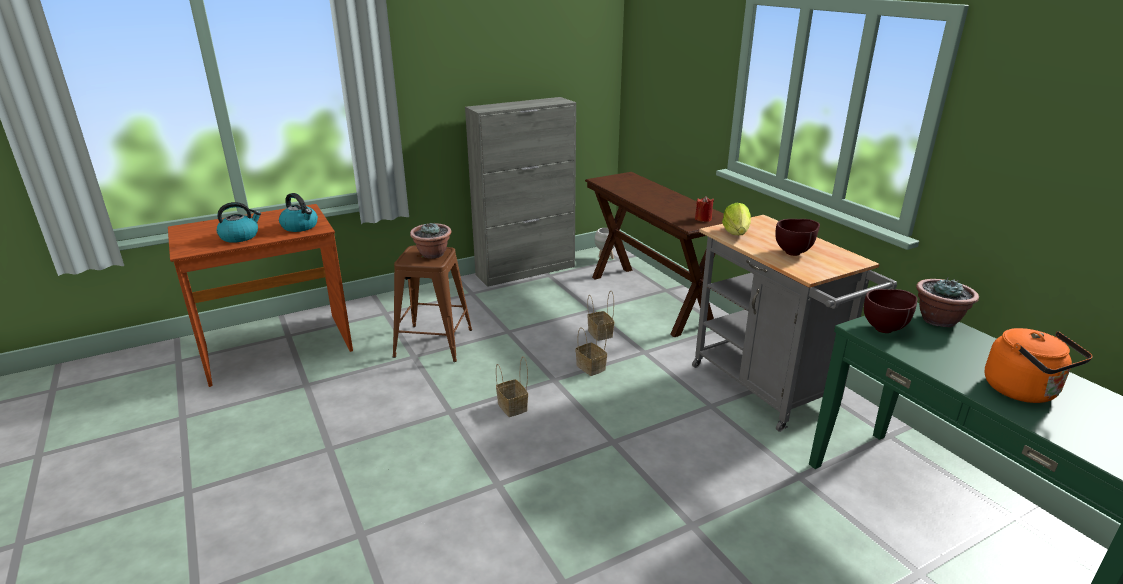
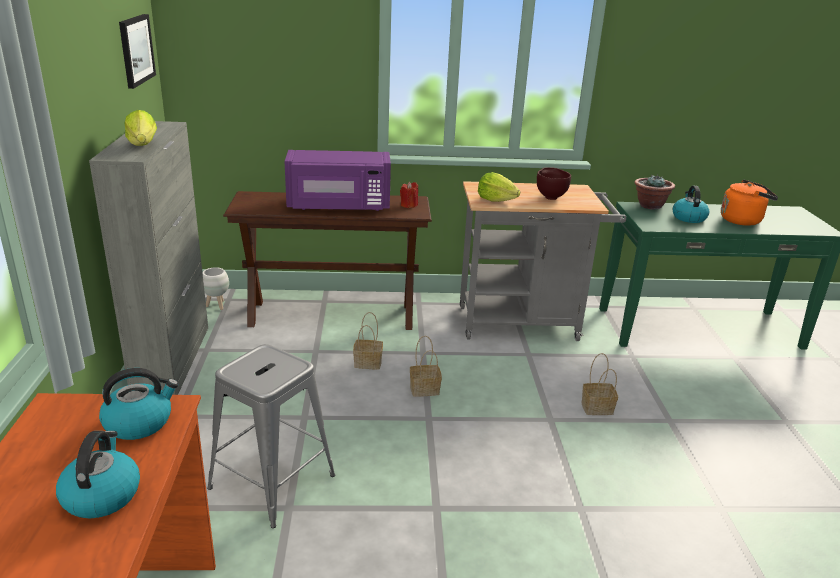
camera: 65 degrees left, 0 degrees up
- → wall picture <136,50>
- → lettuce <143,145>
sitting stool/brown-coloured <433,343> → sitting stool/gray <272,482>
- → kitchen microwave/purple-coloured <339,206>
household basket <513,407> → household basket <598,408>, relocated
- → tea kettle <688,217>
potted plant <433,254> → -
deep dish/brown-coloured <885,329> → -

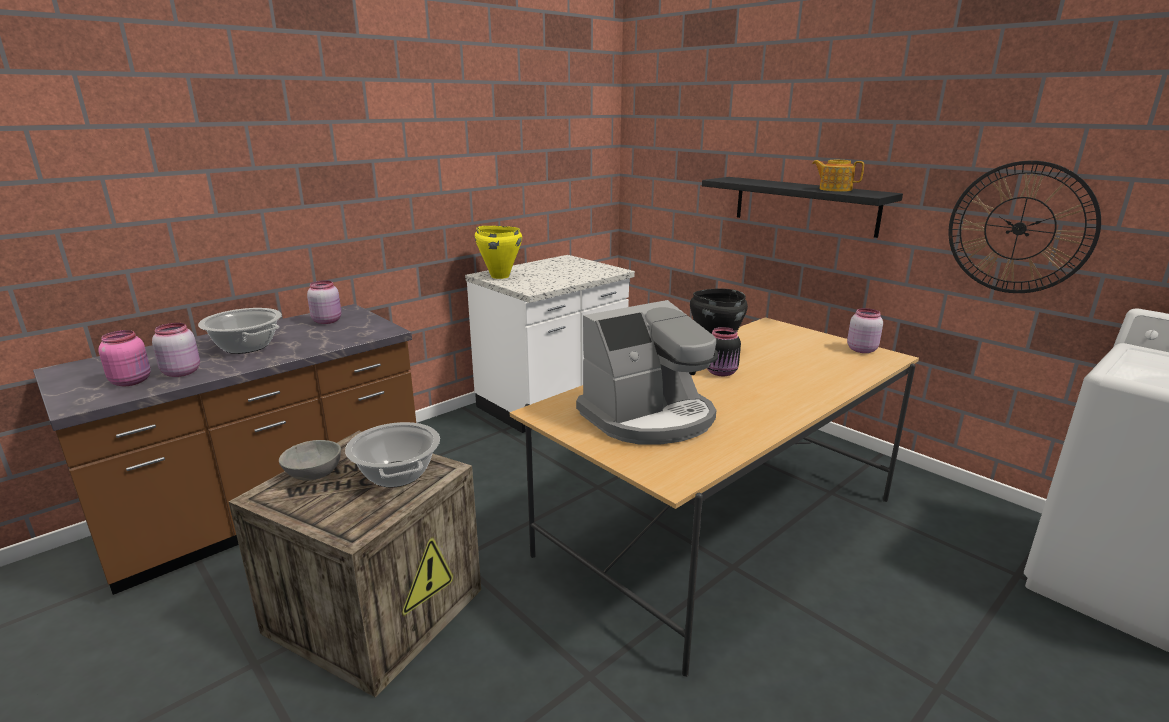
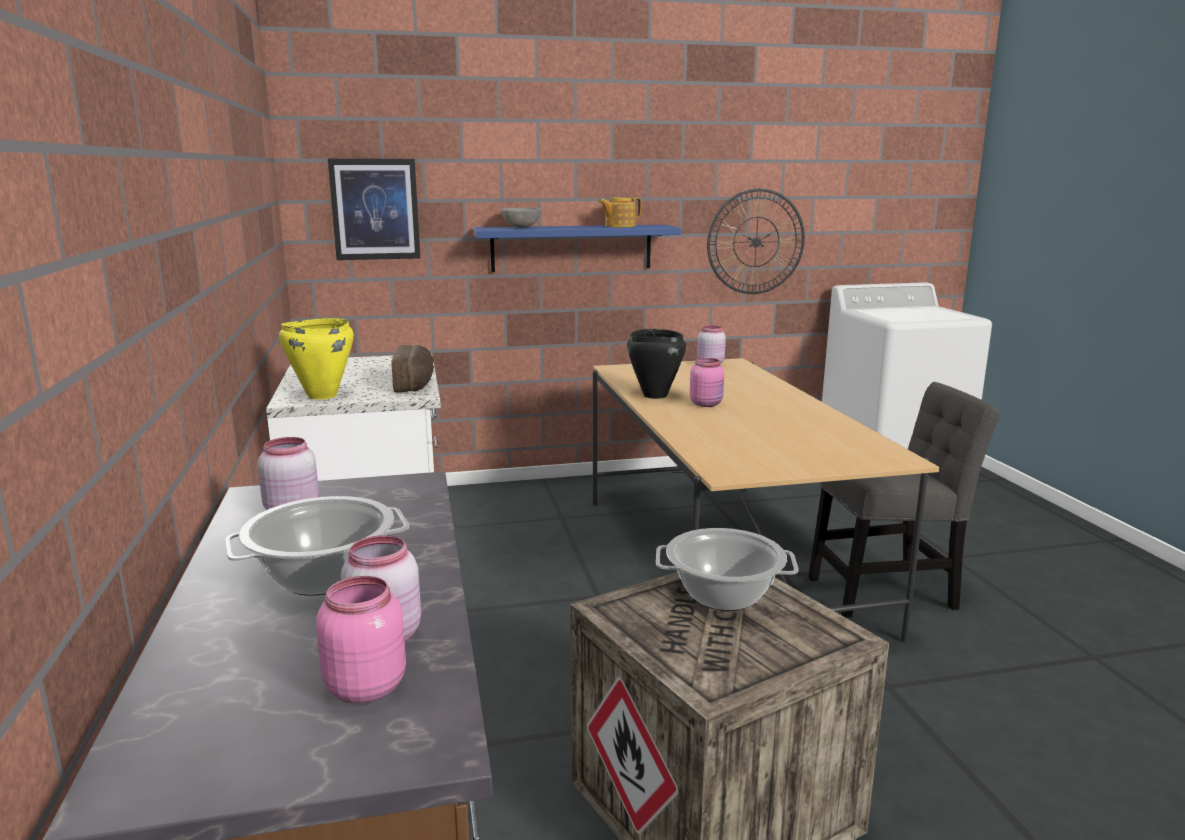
camera: 60 degrees left, 5 degrees down
- → wall picture <375,209>
- → bread <415,384>
shelf/black <804,205> → shelf/blue-coloured <571,248>
deep dish/gray <314,476> → deep dish/gray <522,227>, relocated
preserve jar/black <722,372> → preserve jar/pinkish <707,404>
- → chair/gray <888,591>
coffee brewer <649,417> → -

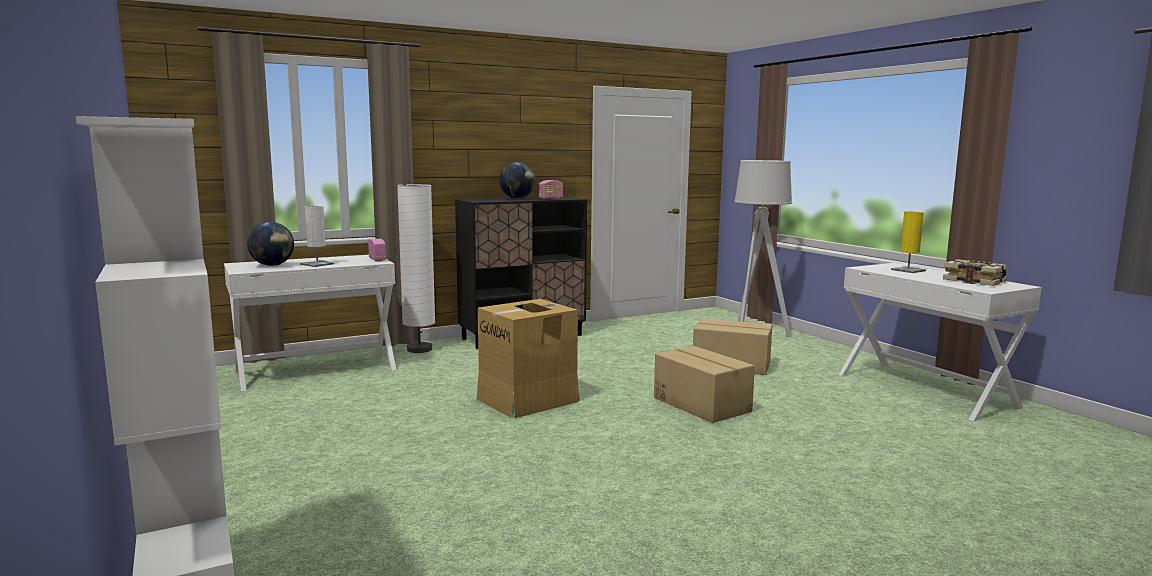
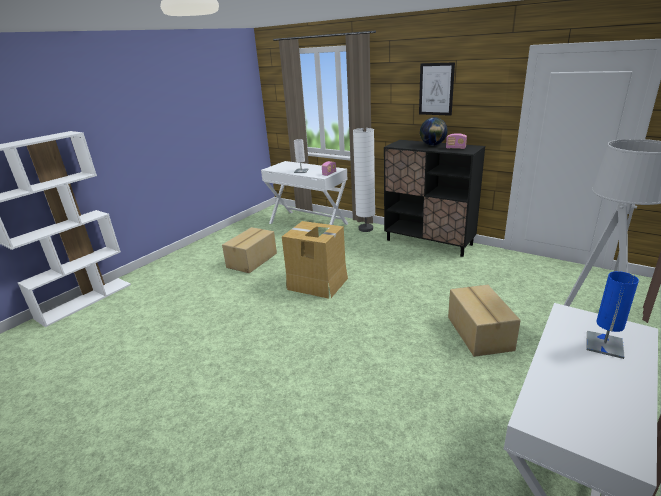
camera: 65 degrees right, 15 degrees up
carton <702,404> → carton <252,260>, relocated
- → wall picture <436,89>
table lamp/yellow <908,270> → table lamp/blue-coloured <604,345>
desk globe <272,265> → -
volume <974,281> → -

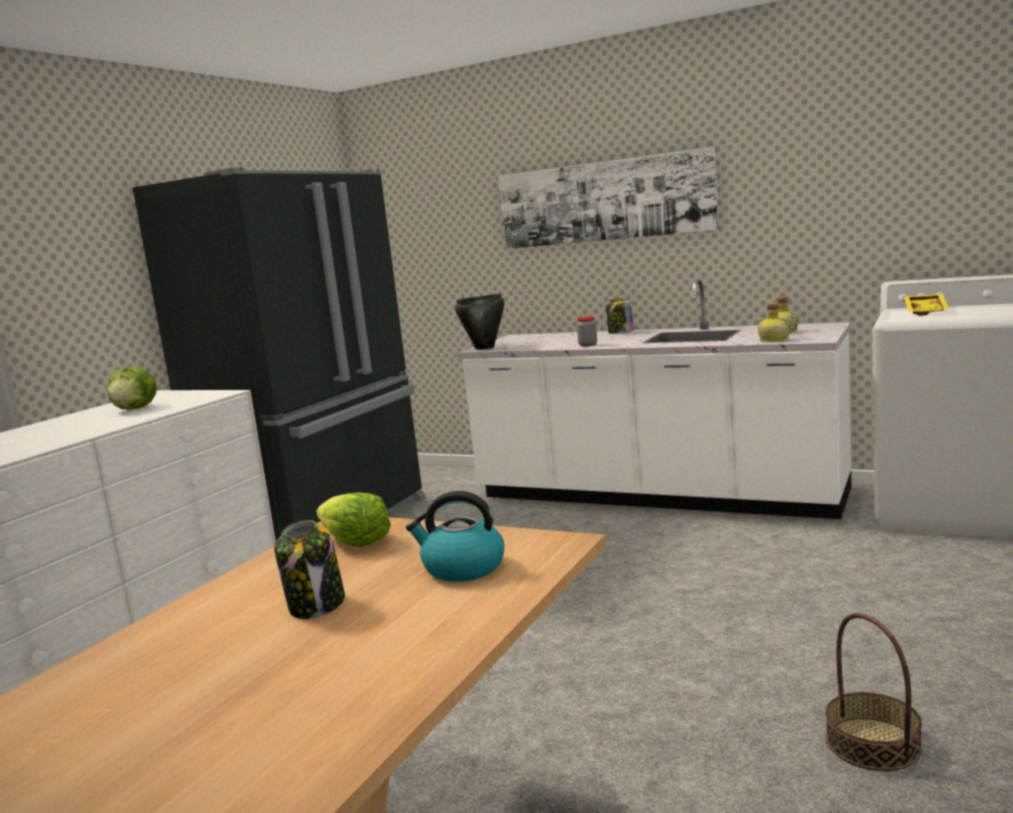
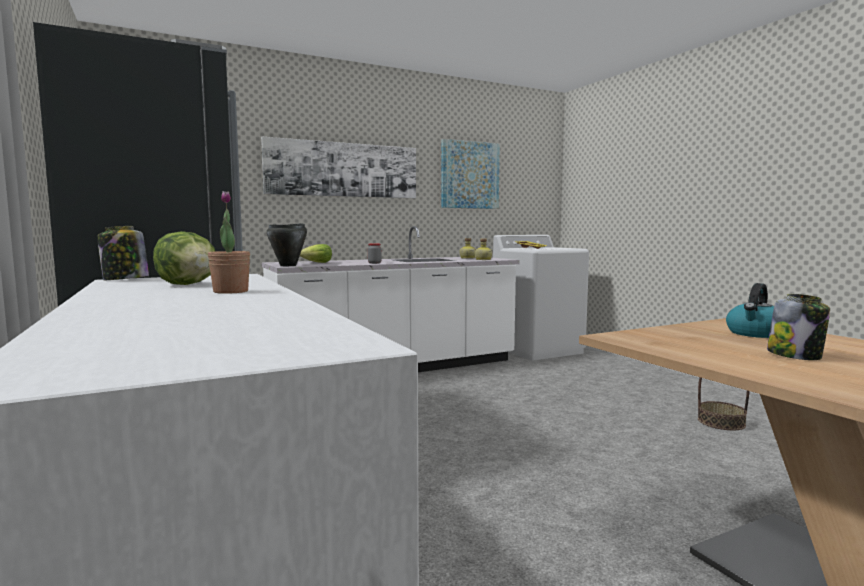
camera: 55 degrees left, 5 degrees down
preserve jar <620,333> → preserve jar <125,279>, relocated
- → potted plant <230,291>
lettuce <355,542> → lettuce <318,262>, relocated
- → wall picture <469,175>

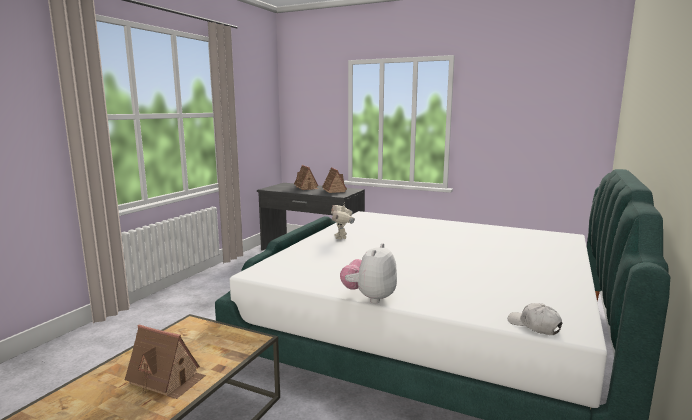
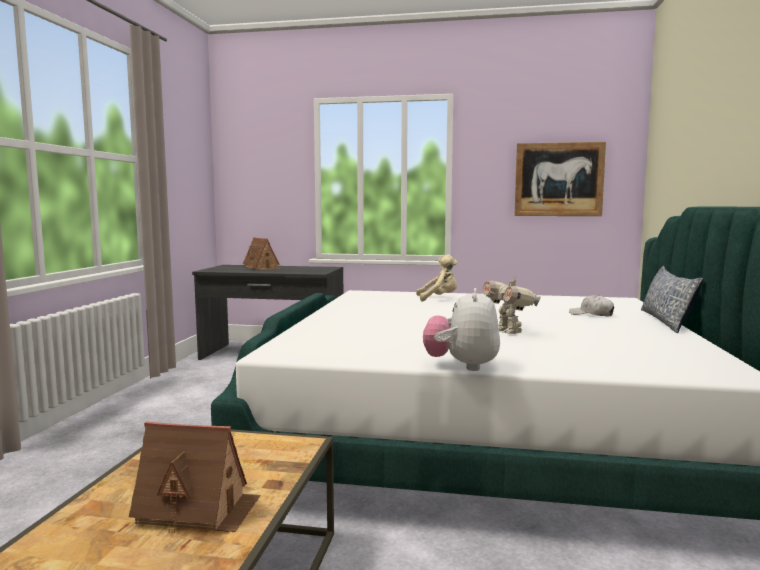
camera: 15 degrees left, 5 degrees down
- → plush toy/beige <439,299>
robot figure <341,237> → robot figure <509,331>, relocated
- → wall picture <558,179>
baseball cap/whitish <534,326> → baseball cap/whitish <591,314>, relocated
- → cushion <666,321>
toy house <333,190> → -

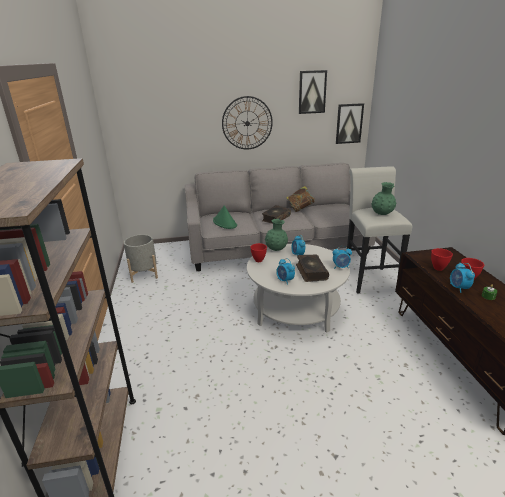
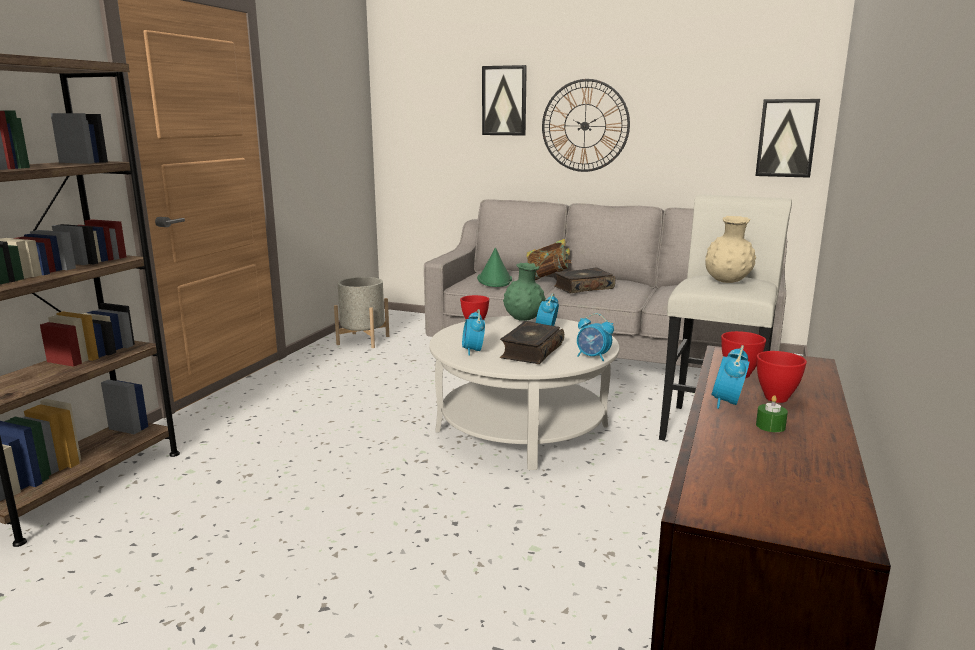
camera: 30 degrees right, 10 degrees down
wall picture <312,92> → wall picture <504,100>, relocated
volume <300,208> → volume <548,278>, relocated
vase/green <382,214> → vase/beige <727,282>

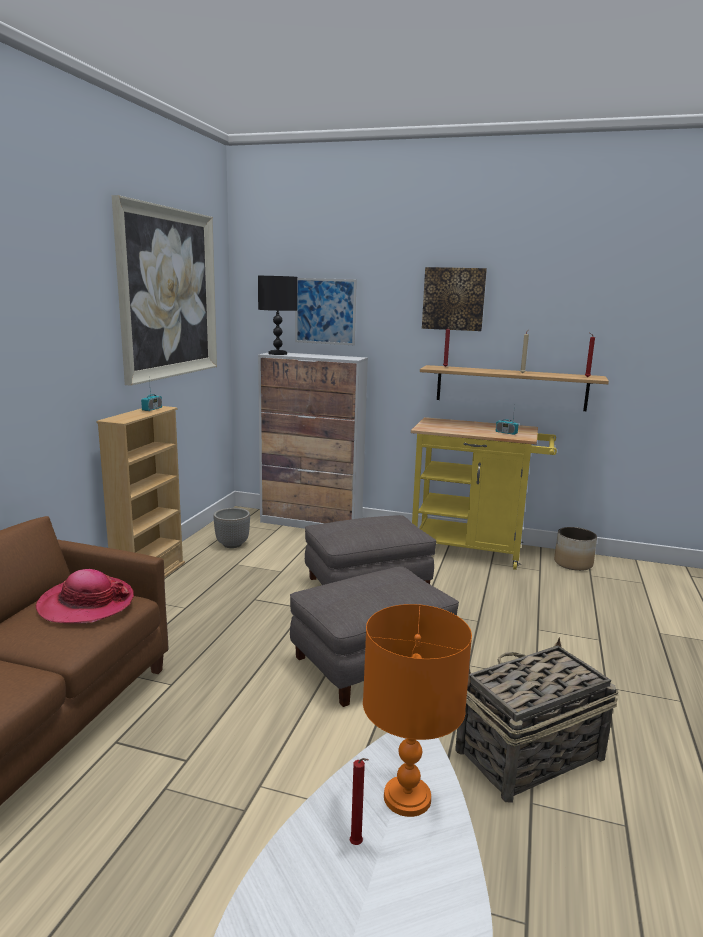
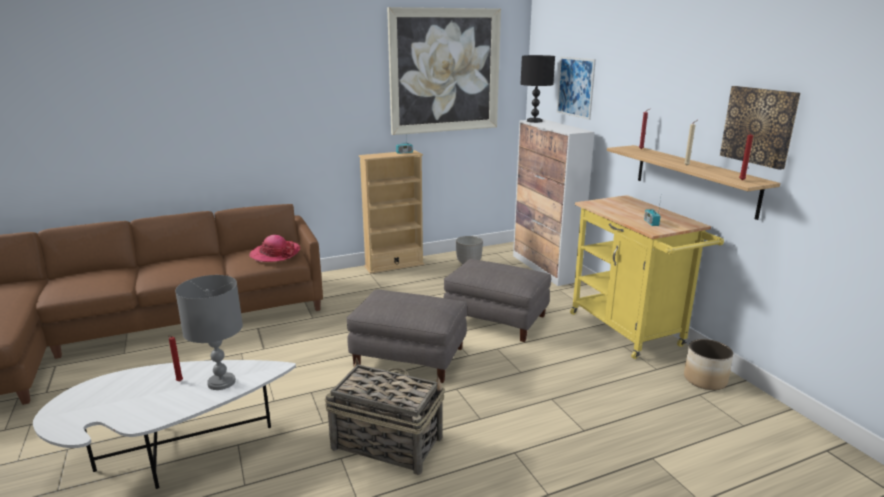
camera: 50 degrees right, 5 degrees up
table lamp/orange-coloured <408,798> → table lamp/gray <221,382>
wall picture <453,299> → wall picture <759,126>, relocated

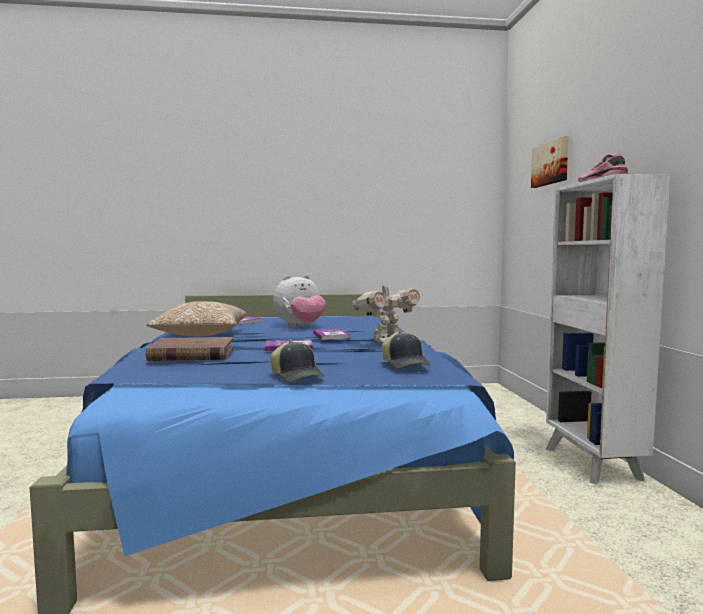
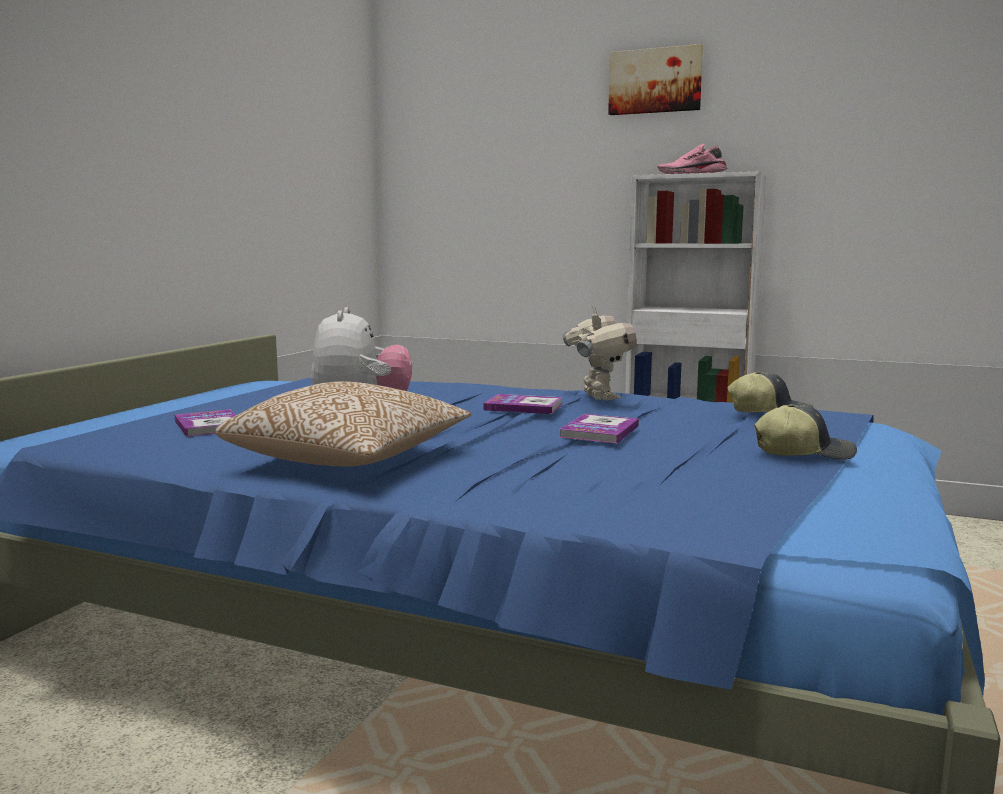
camera: 60 degrees left, 5 degrees up
wall picture <551,163> → wall picture <655,81>, relocated
volume/brown-coloured <192,354> → -

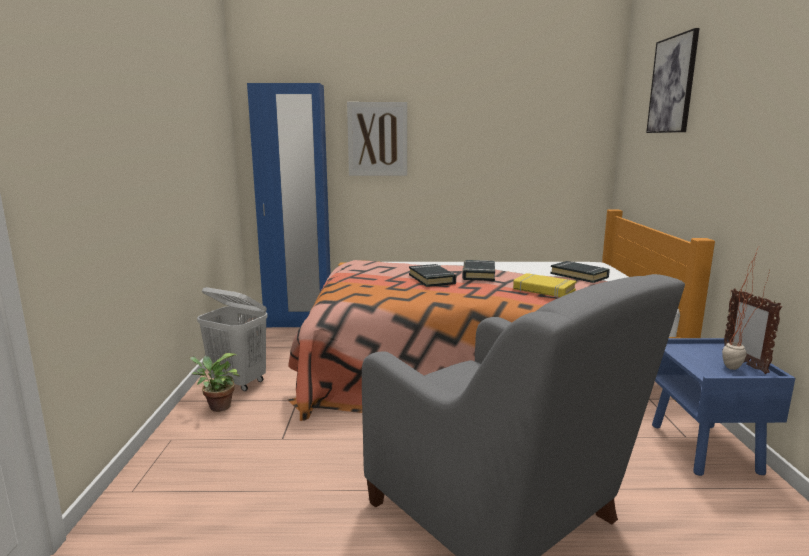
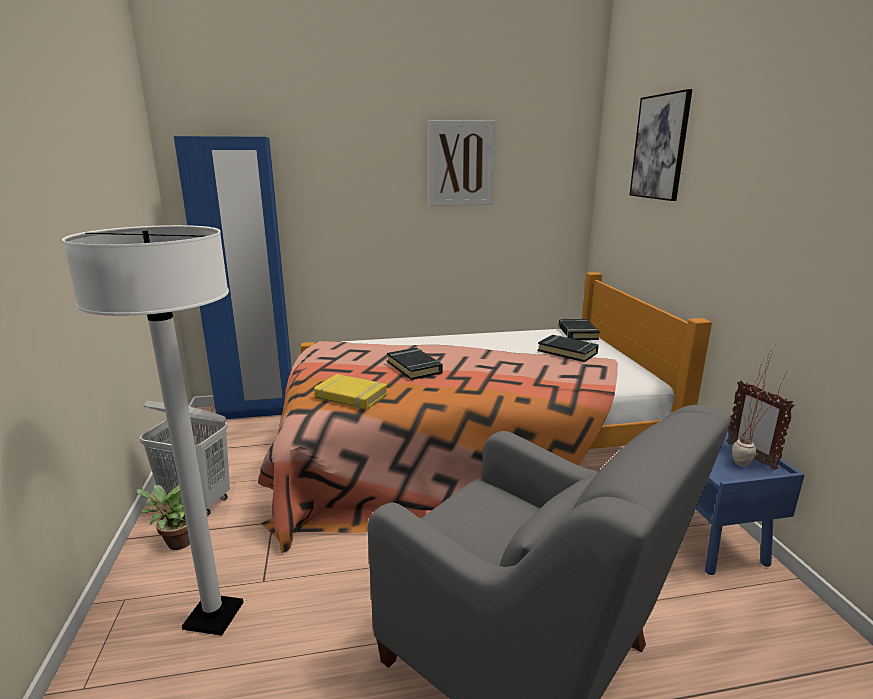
camera: 10 degrees left, 5 degrees up
- → floor lamp/whitish <214,616>
volume/yellow <543,290> → volume/yellow <351,396>, relocated
wall picture <377,139> → wall picture <461,163>, relocated
volume/black <478,274> → volume/black <577,333>, relocated

